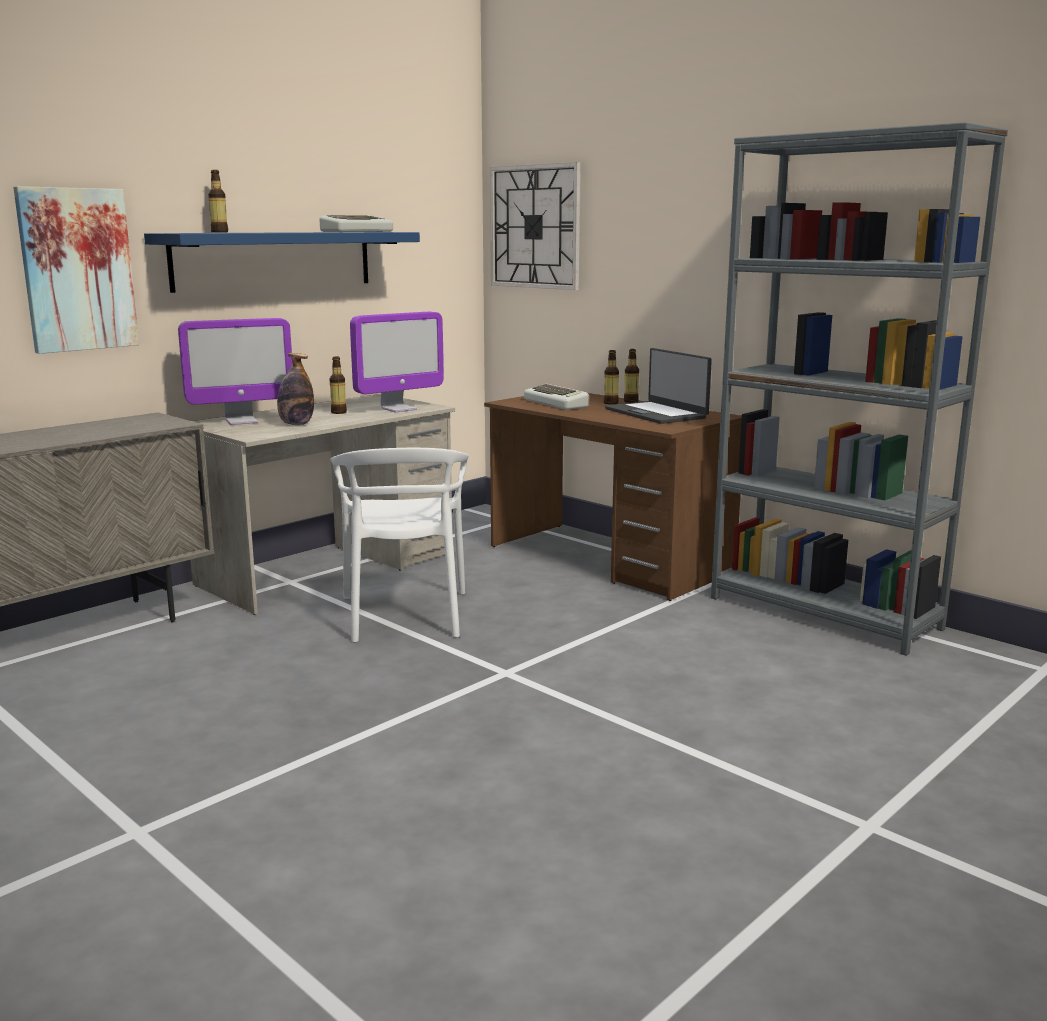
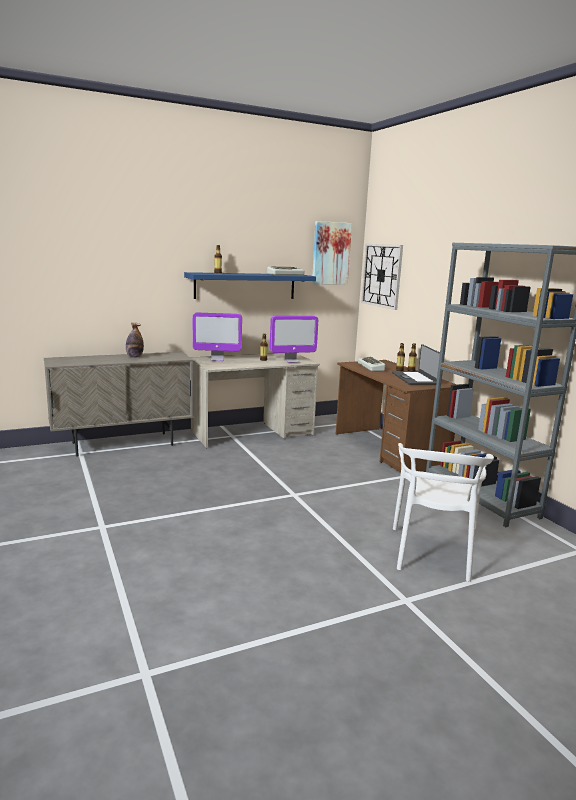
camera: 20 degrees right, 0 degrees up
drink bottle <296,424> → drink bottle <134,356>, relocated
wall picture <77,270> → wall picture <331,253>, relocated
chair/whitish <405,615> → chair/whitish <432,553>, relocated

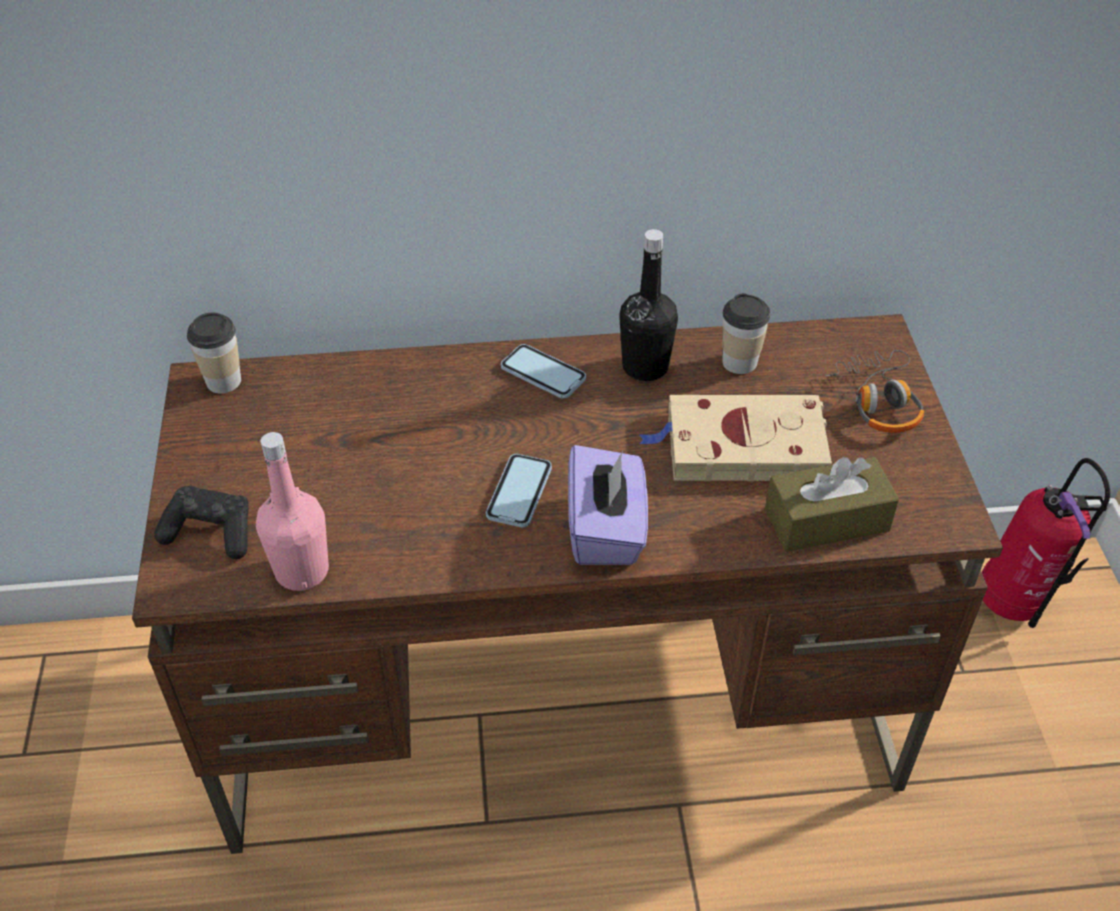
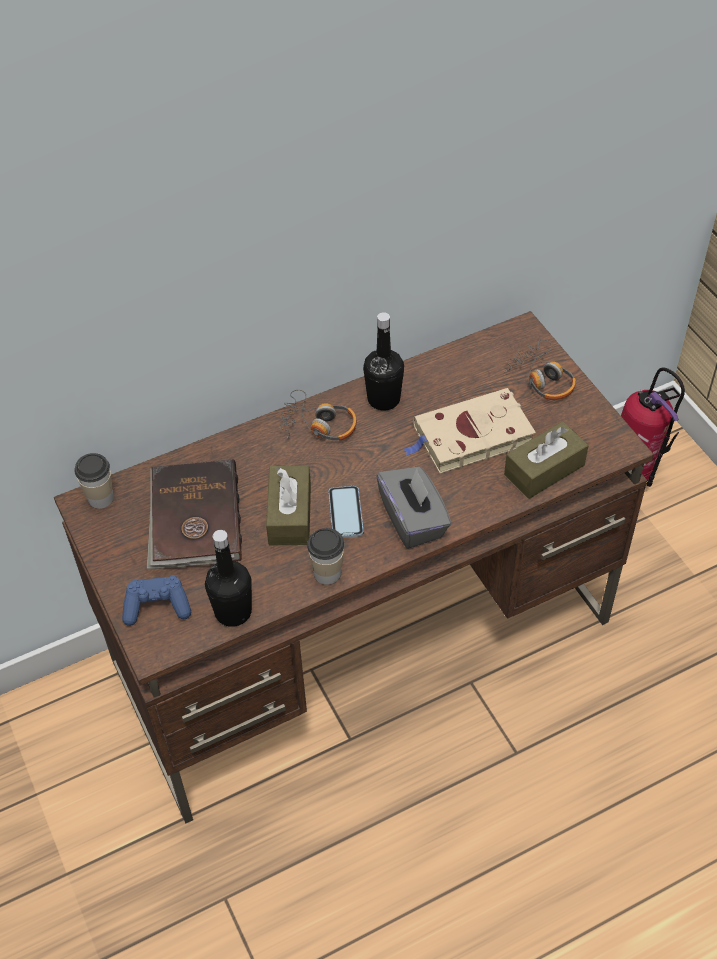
camera: 20 degrees left, 5 degrees up
game controller/black <211,532> → game controller/blue-coloured <157,606>
- → volume/brown-coloured <194,519>
drink bottle/pinkish <302,571> → drink bottle/black <233,612>
- → tissue box/brown-coloured <290,515>
telephone <543,373> → headphones <318,425>
cup <739,362> → cup <327,573>, relocated
tissue box/purple-coloured <606,530> → tissue box/gray <413,520>

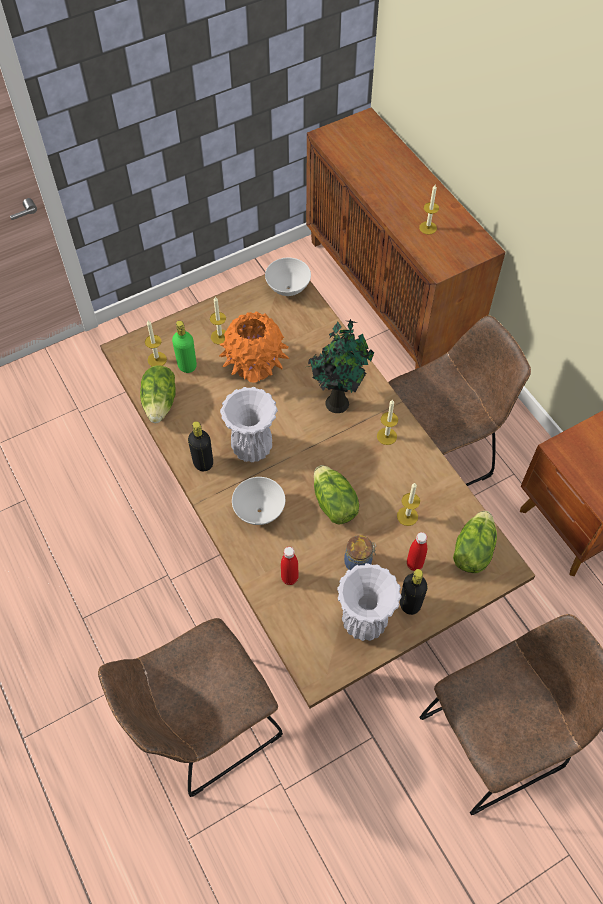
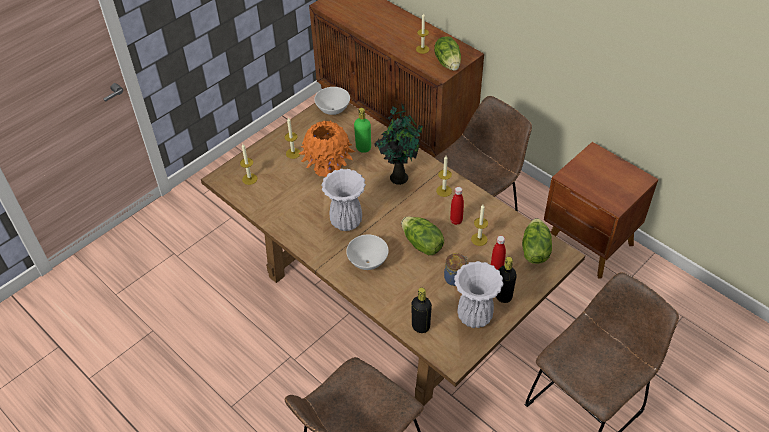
camera: 15 degrees left, 10 degrees down
drink bottle/green <187,366> → drink bottle/green <363,148>, relocated
drink bottle/black <203,463> → drink bottle/black <420,326>, relocated
lettuce <161,402> → lettuce <448,63>, relocated
drink bottle/red <289,578> → drink bottle/red <456,221>, relocated

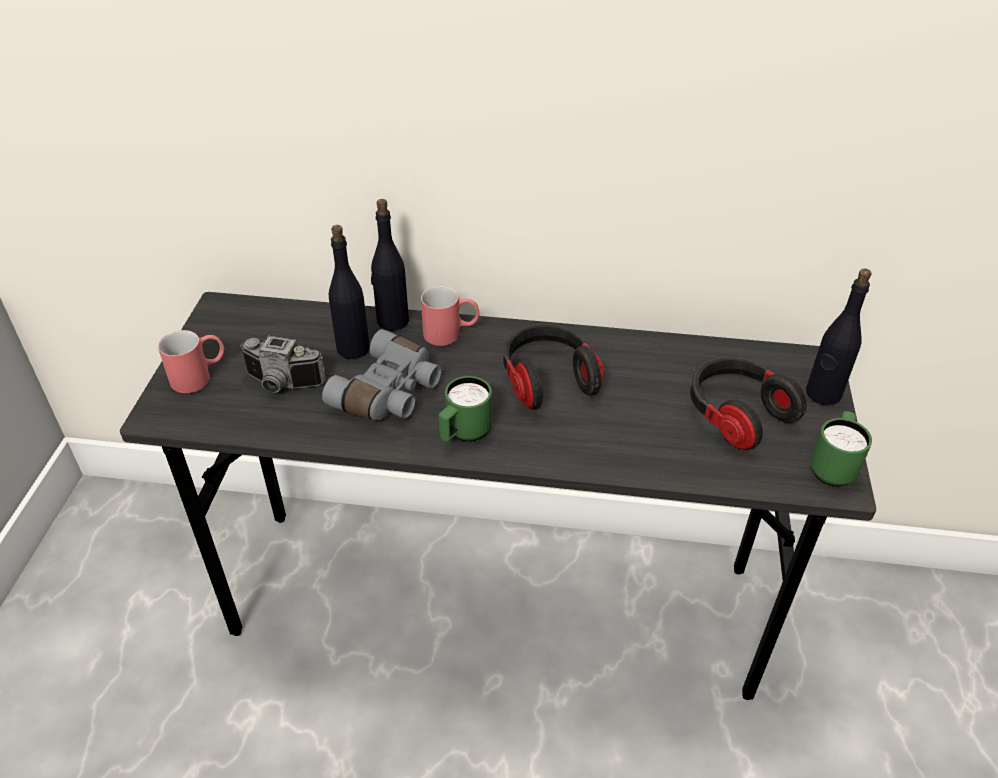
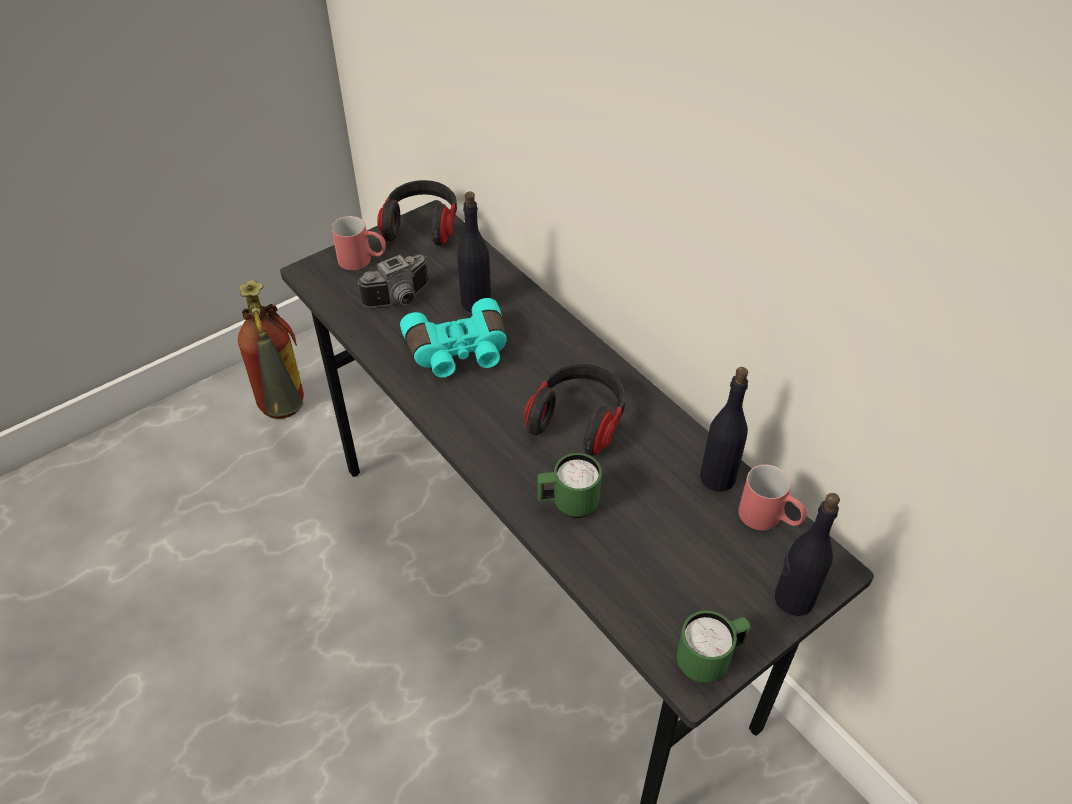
camera: 45 degrees right, 5 degrees up
- → fire-fighting cylinder <286,418>
still camera <281,385> → still camera <401,299>, 90 degrees counterclockwise
headphones <736,414> → headphones <422,226>, relocated
binoculars/gray <390,393> → binoculars/blue-green <458,352>
mug/green <463,434> → mug/green <568,504>, relocated
drink bottle/black <392,321> → drink bottle/black <717,477>, relocated
mug/red <451,333> → mug/red <769,519>, relocated

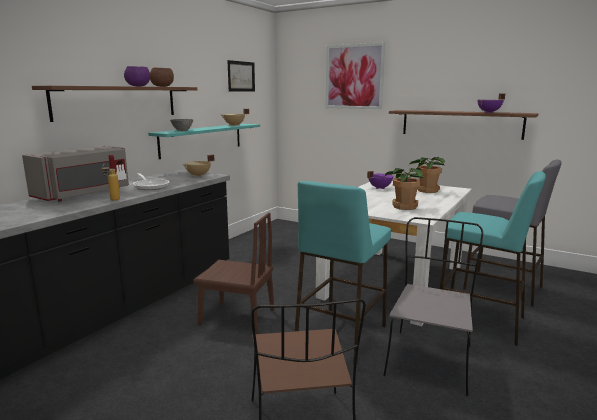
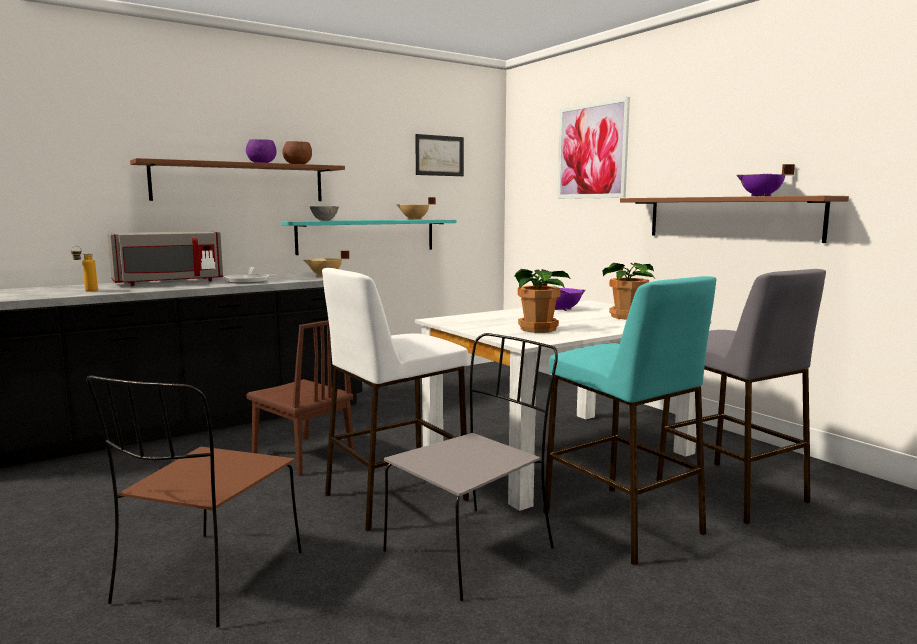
camera: 25 degrees right, 5 degrees down
drink bottle <112,200> → drink bottle <86,291>, relocated
sitting stool/blue-green <341,335> → sitting stool/whitish <395,497>

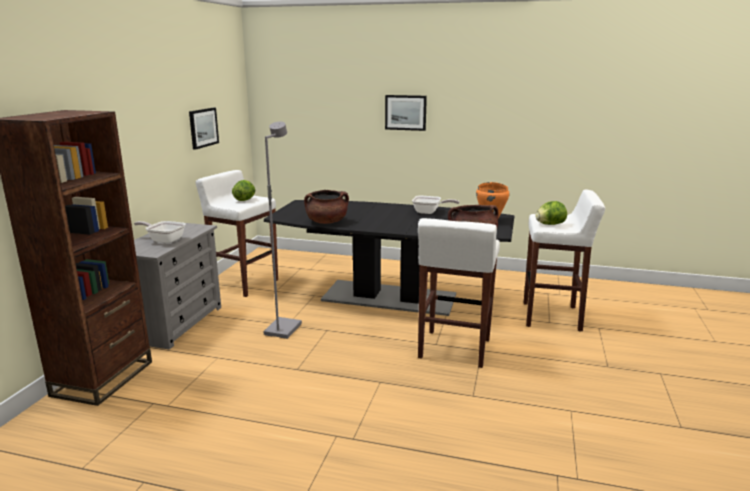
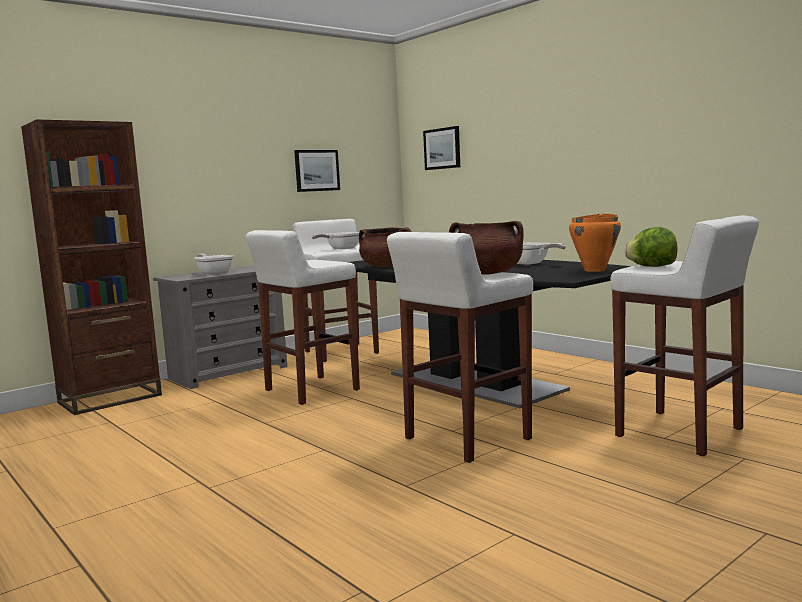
camera: 35 degrees right, 10 degrees down
floor lamp/gray <282,329> → sitting stool/whitish <310,390>
lettuce <245,200> → frying pan <340,249>
wall picture <405,112> → wall picture <442,148>, relocated

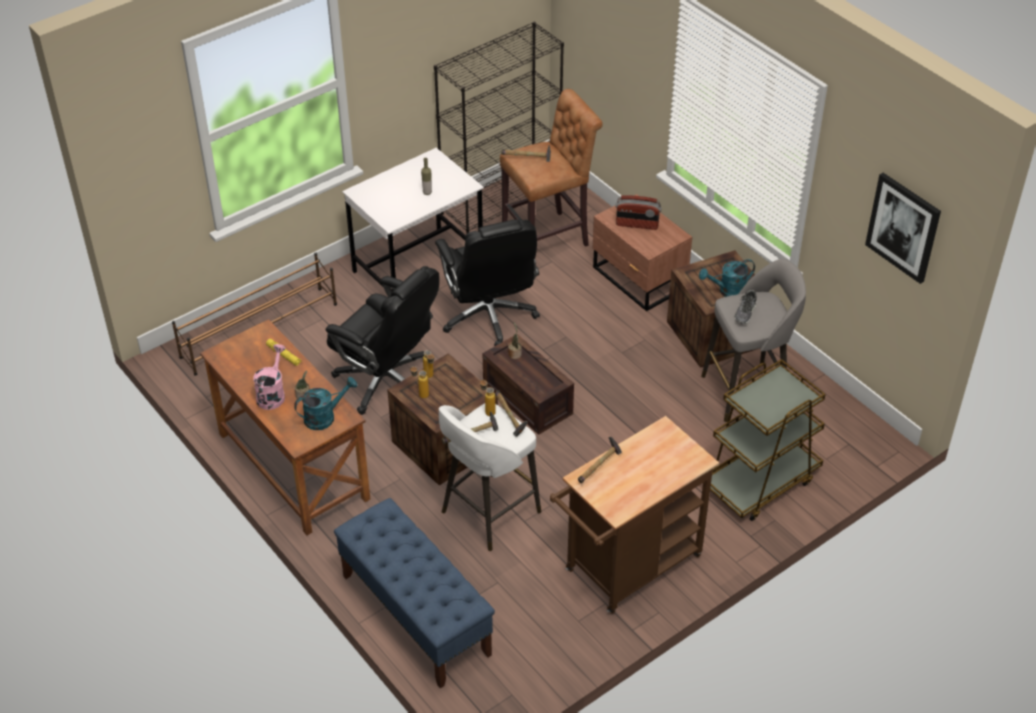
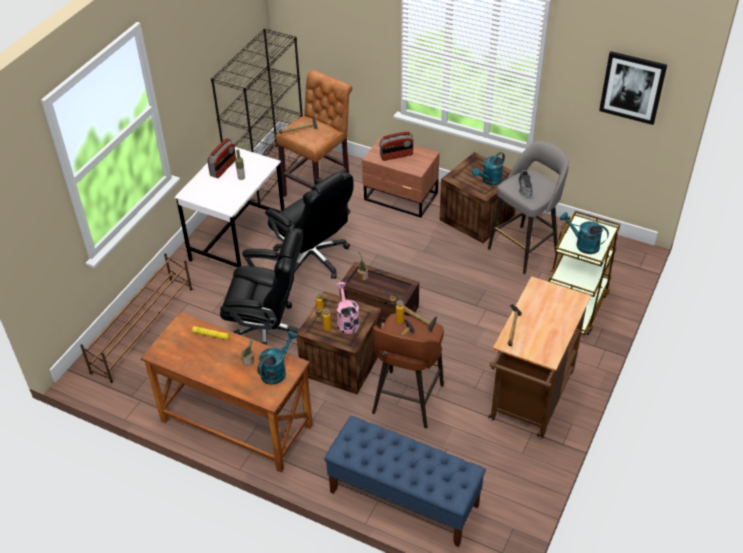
camera: 25 degrees left, 0 degrees up
- → radio receiver <223,168>
watering can/pinkish <272,394> → watering can/pinkish <347,321>, relocated
sitting stool/whitish <488,513> → sitting stool/brown-coloured <407,401>
- → watering can/blue-green <583,244>

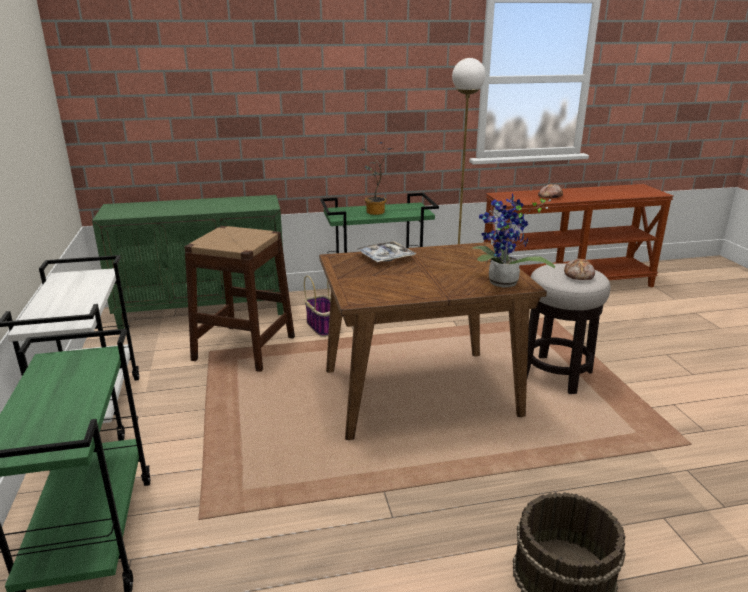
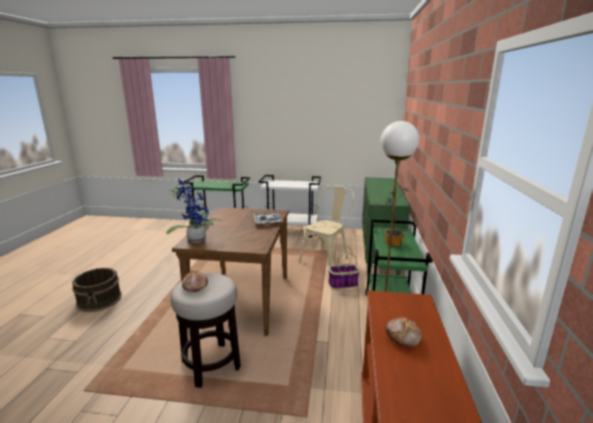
camera: 110 degrees right, 5 degrees down
sitting stool/brown-coloured <244,348> → chair/beige <327,259>

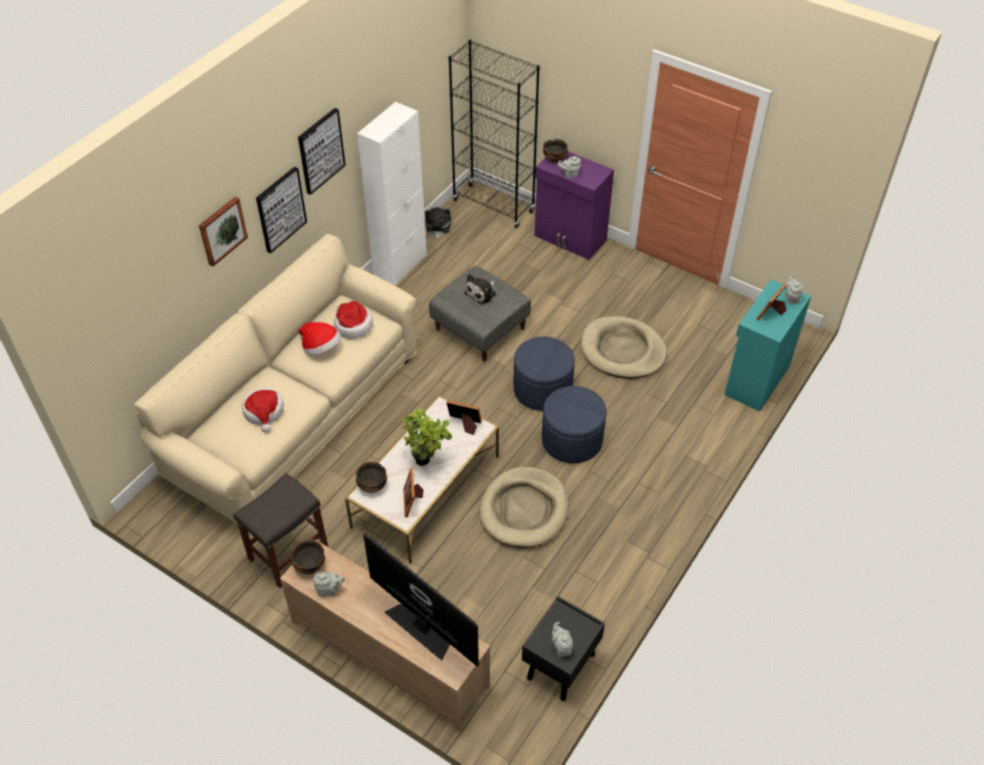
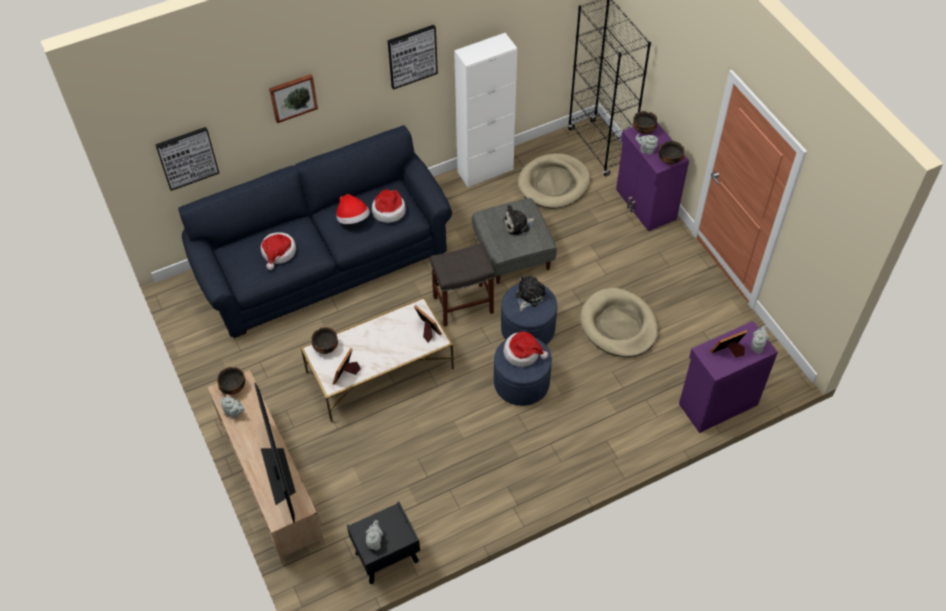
camera: 30 degrees right, 5 degrees up
wall picture <280,209> → wall picture <187,157>, relocated
couch/beige <295,414> → couch/blue-coloured <324,262>
sitting stool/gray <289,552> → sitting stool/gray <463,304>, relocated
- → clothing hat <523,353>
plush toy <437,227> → plush toy <529,296>, relocated
dog bed/beige <524,510> → dog bed/beige <554,183>, relocated
- → deep dish <669,160>
cabinet/blue-green <755,380> → cabinet/purple-coloured <717,403>
potted plant <427,460> → -

